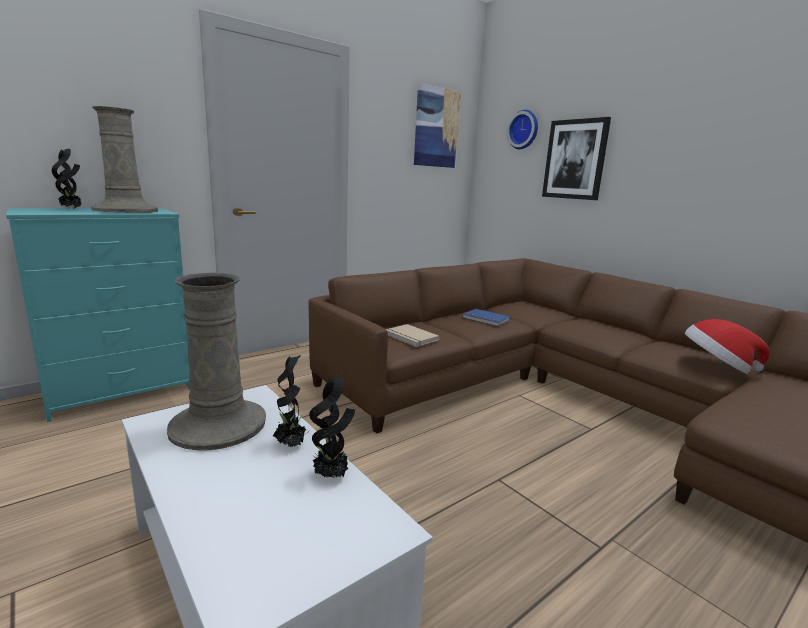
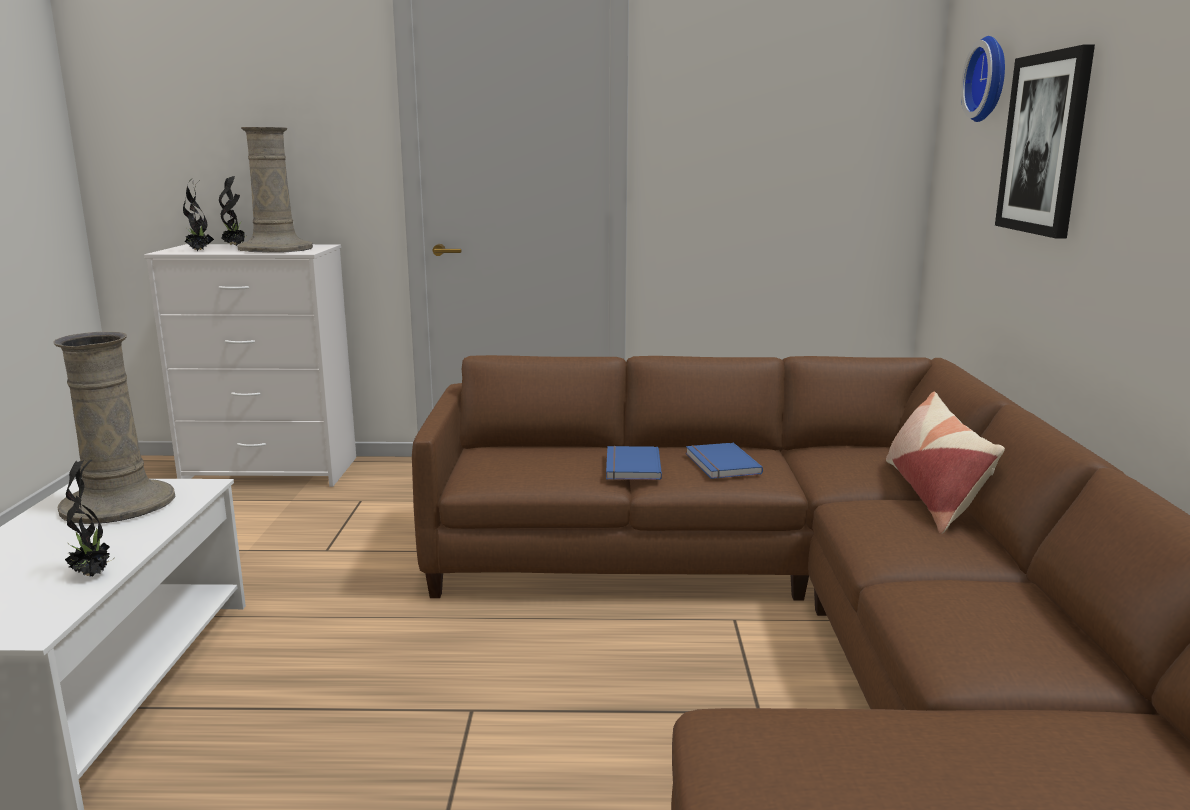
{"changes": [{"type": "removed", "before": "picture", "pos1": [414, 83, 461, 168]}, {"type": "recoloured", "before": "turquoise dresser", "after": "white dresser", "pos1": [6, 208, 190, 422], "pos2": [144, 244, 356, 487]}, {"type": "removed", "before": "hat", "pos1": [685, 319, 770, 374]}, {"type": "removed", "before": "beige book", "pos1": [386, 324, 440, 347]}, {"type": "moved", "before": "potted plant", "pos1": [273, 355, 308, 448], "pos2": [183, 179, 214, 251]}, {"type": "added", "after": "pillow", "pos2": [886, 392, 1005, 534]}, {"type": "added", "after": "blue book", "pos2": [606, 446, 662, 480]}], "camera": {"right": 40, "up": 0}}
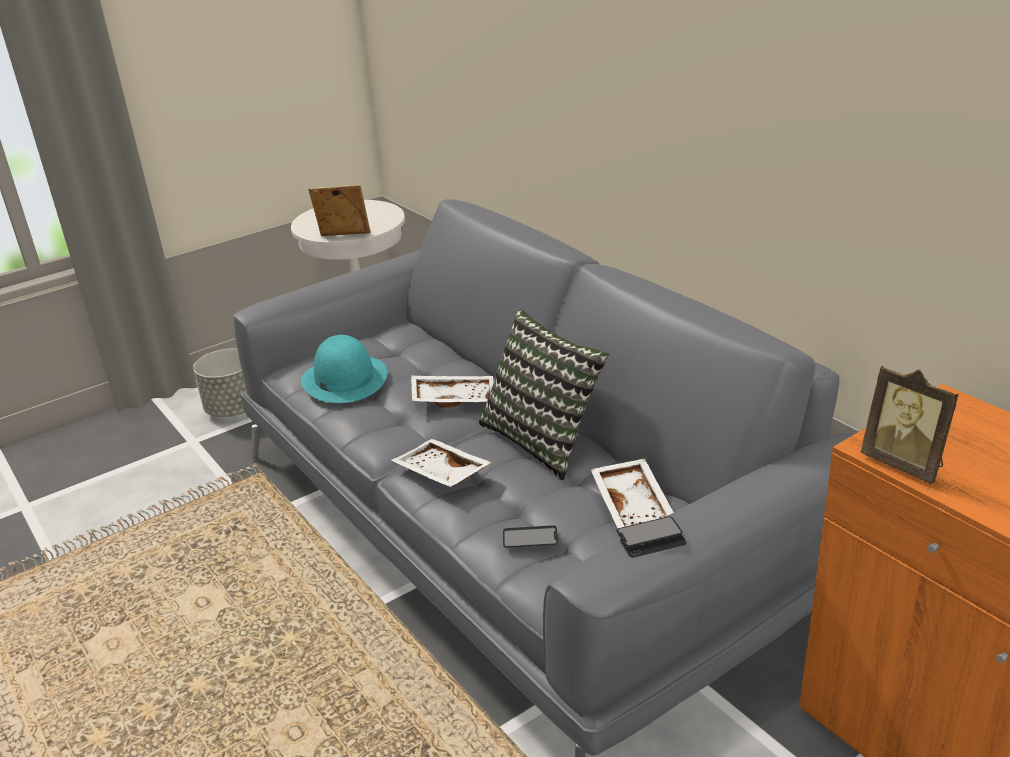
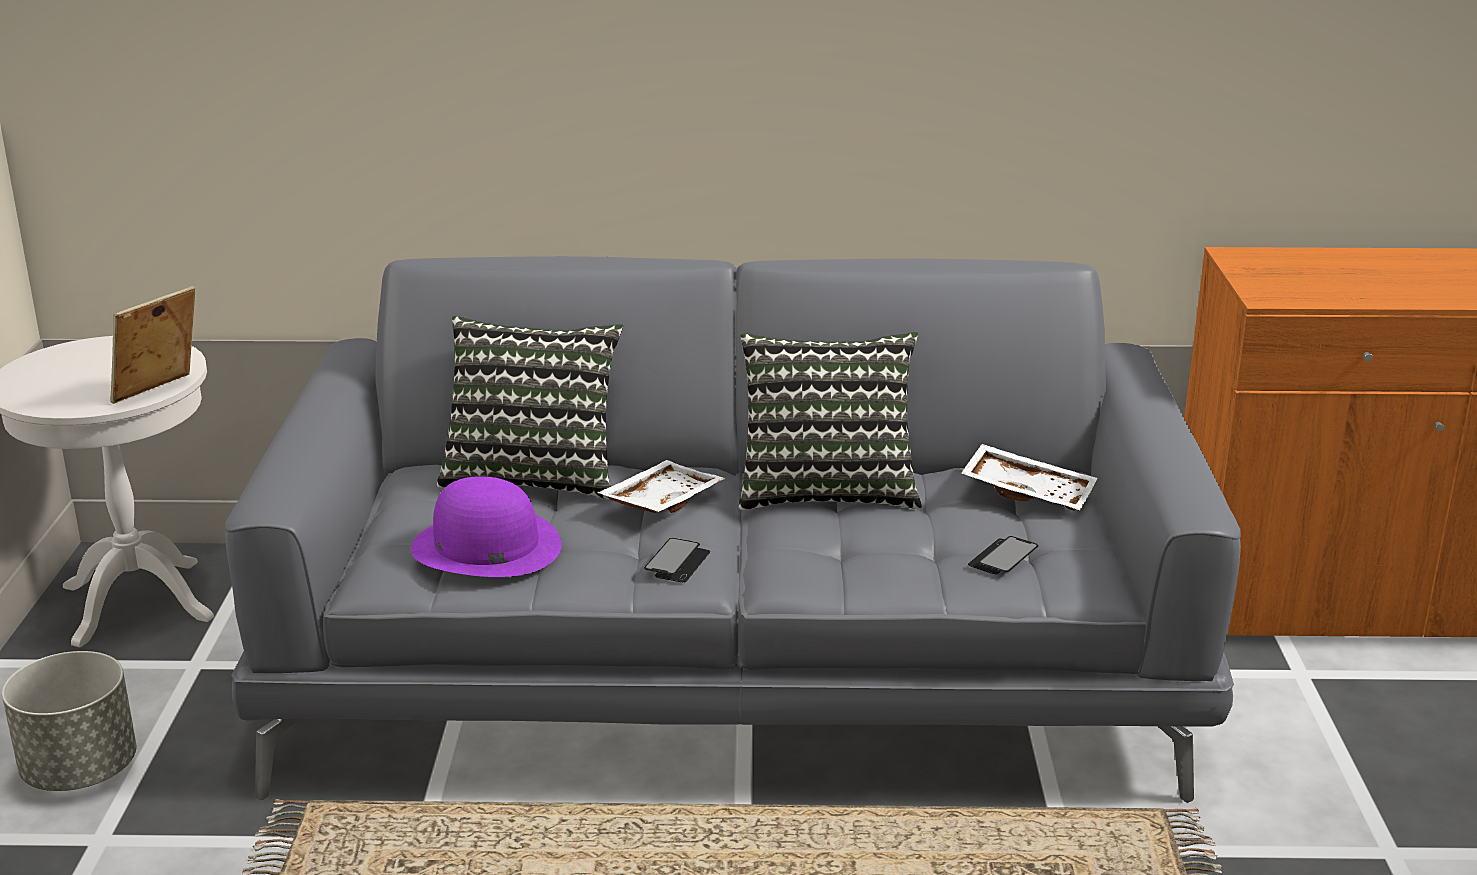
{"changes": [{"type": "recoloured", "before": "turquoise hat", "after": "purple hat", "pos1": [301, 335, 387, 403], "pos2": [411, 476, 562, 577]}, {"type": "removed", "before": "picture frame", "pos1": [860, 366, 959, 484]}, {"type": "removed", "before": "white tray", "pos1": [392, 439, 492, 487]}, {"type": "moved", "before": "phone", "pos1": [616, 516, 687, 558], "pos2": [644, 538, 710, 582]}, {"type": "added", "after": "pillow", "pos2": [437, 316, 623, 500]}], "camera": {"right": -55, "up": -5}}
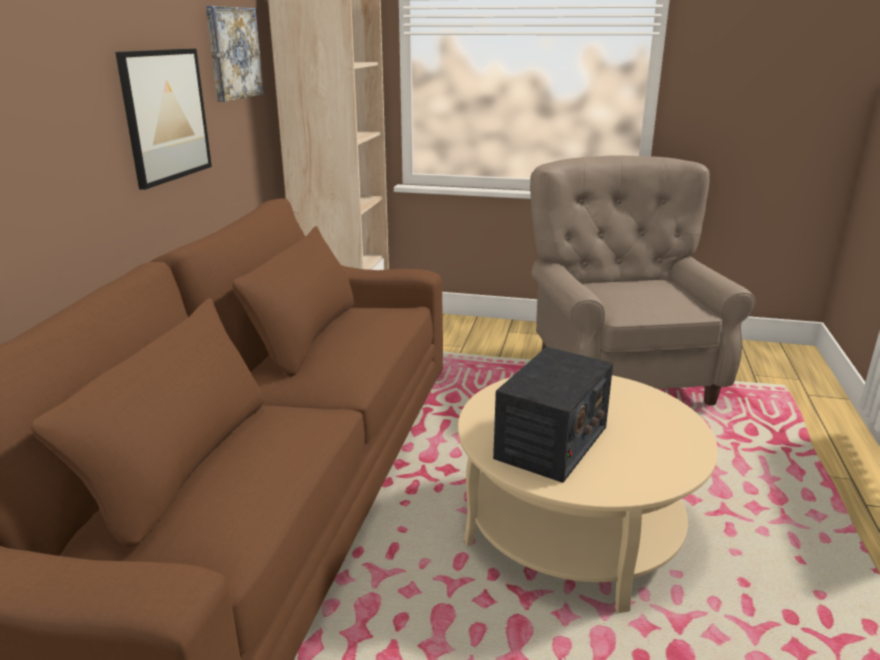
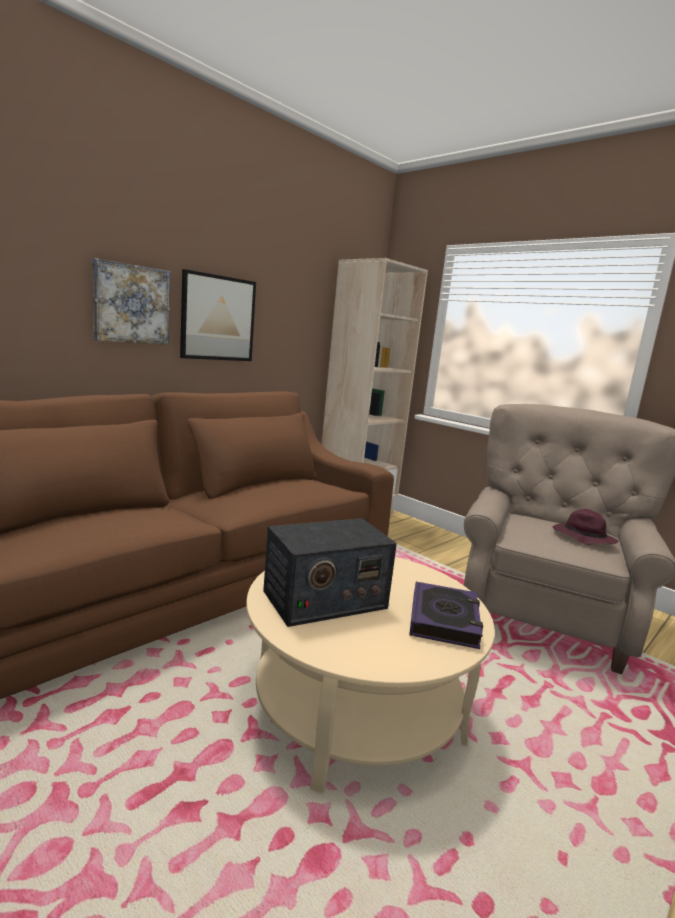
{"changes": [{"type": "moved", "before": "picture", "pos1": [206, 6, 264, 102], "pos2": [93, 258, 170, 345]}, {"type": "added", "after": "purple hat", "pos2": [553, 509, 618, 545]}, {"type": "added", "after": "book", "pos2": [409, 582, 483, 649]}], "camera": {"right": 30, "up": -10}}
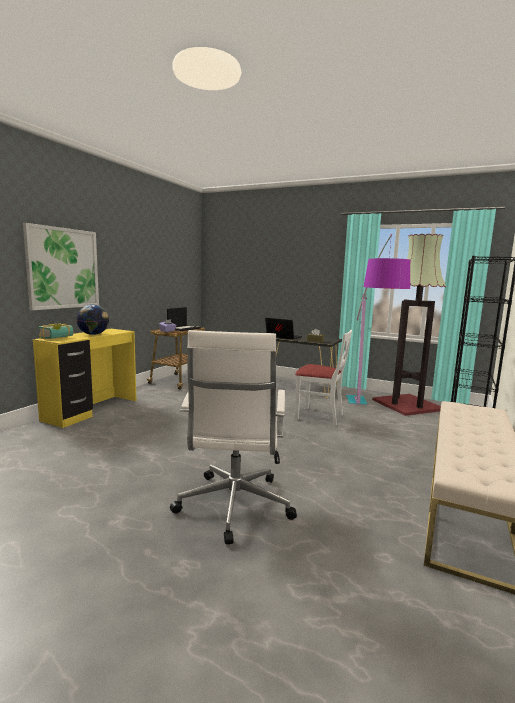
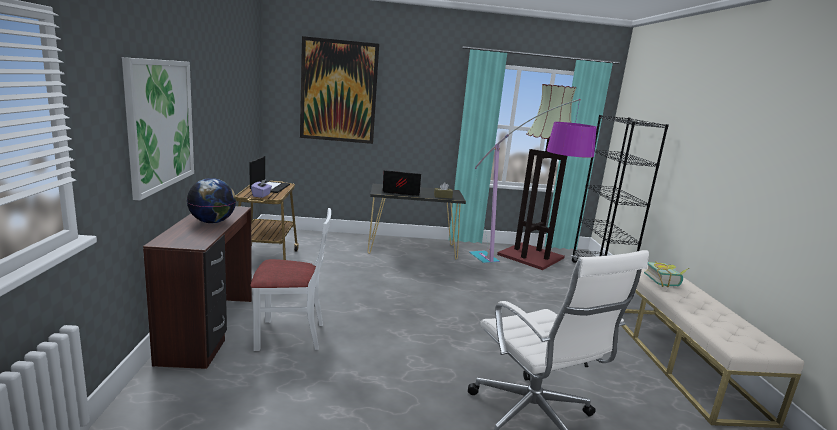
{"changes": [{"type": "moved", "before": "book", "pos1": [38, 324, 73, 339], "pos2": [644, 261, 689, 287]}, {"type": "recoloured", "before": "yellow desk", "after": "brown desk", "pos1": [33, 329, 136, 428], "pos2": [143, 206, 252, 369]}, {"type": "moved", "before": "white chair", "pos1": [294, 330, 352, 426], "pos2": [250, 208, 331, 351]}, {"type": "added", "after": "picture", "pos2": [300, 36, 379, 144]}], "camera": {"right": -30, "up": 5}}
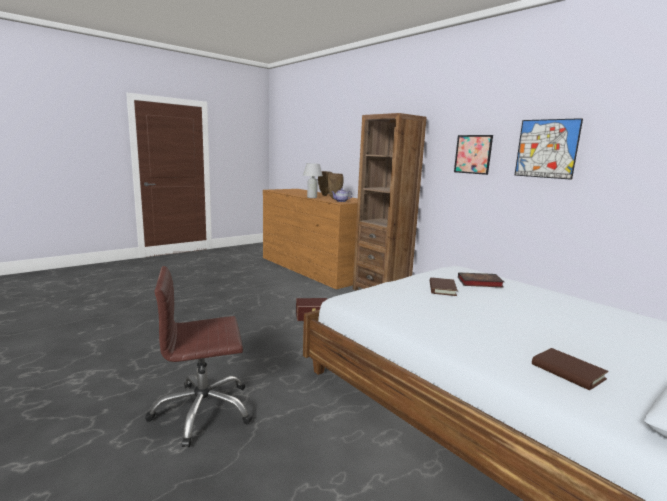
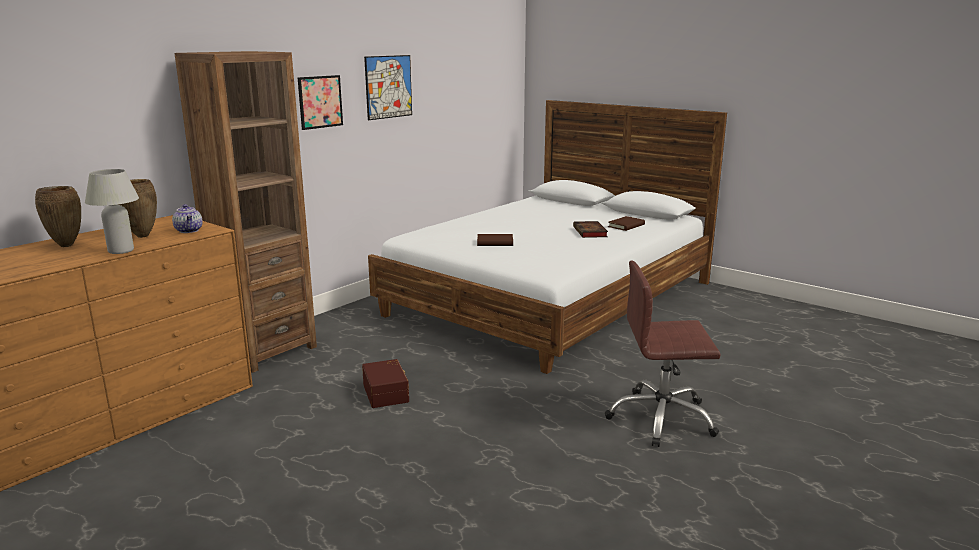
{"changes": [{"type": "turned", "before": "brown office chair", "pos1": [145, 266, 252, 447], "pos2": [605, 261, 721, 447], "turn": 120}, {"type": "moved", "before": "book", "pos1": [458, 272, 504, 288], "pos2": [573, 221, 608, 238]}], "camera": {"right": -100, "up": 5}}
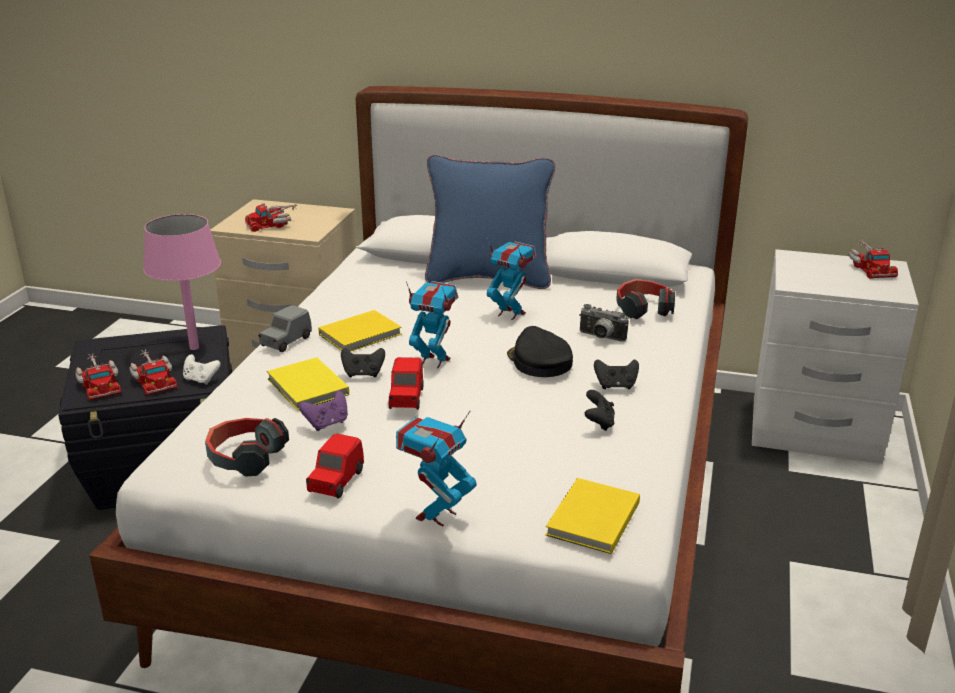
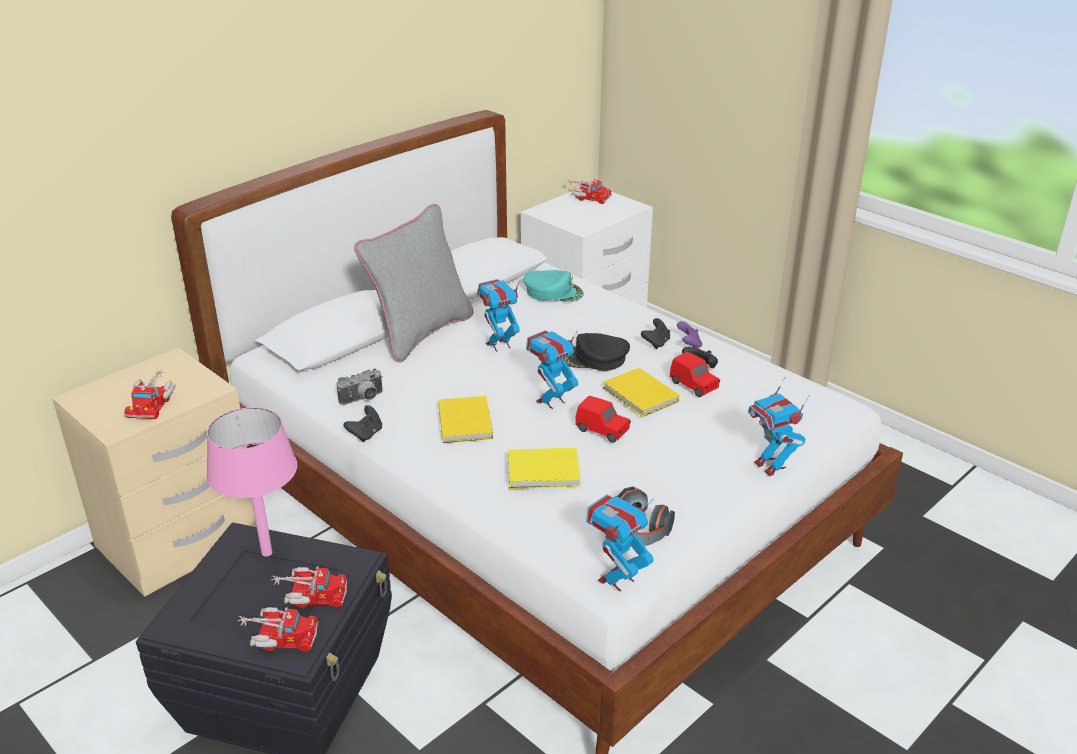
{"changes": [{"type": "recoloured", "before": "blue pillow", "after": "grey pillow", "pos1": [425, 154, 555, 289], "pos2": [354, 204, 473, 362]}, {"type": "replaced", "before": "headphones", "after": "turquoise cap", "pos1": [616, 279, 675, 319], "pos2": [523, 270, 584, 302]}, {"type": "moved", "before": "photo camera", "pos1": [579, 304, 629, 341], "pos2": [336, 368, 383, 405]}, {"type": "removed", "before": "grey toy car", "pos1": [258, 305, 312, 352]}, {"type": "moved", "before": "black game controller", "pos1": [341, 348, 385, 377], "pos2": [344, 405, 382, 442]}, {"type": "removed", "before": "white game controller", "pos1": [183, 354, 221, 385]}, {"type": "moved", "before": "purple game controller", "pos1": [299, 391, 348, 431], "pos2": [677, 321, 702, 348]}, {"type": "moved", "before": "red toy car", "pos1": [306, 433, 364, 499], "pos2": [670, 352, 720, 397]}, {"type": "moved", "before": "yellow book", "pos1": [545, 478, 640, 554], "pos2": [603, 368, 679, 417]}, {"type": "added", "after": "toy robot", "pos2": [586, 494, 654, 592]}], "camera": {"right": -60, "up": 5}}
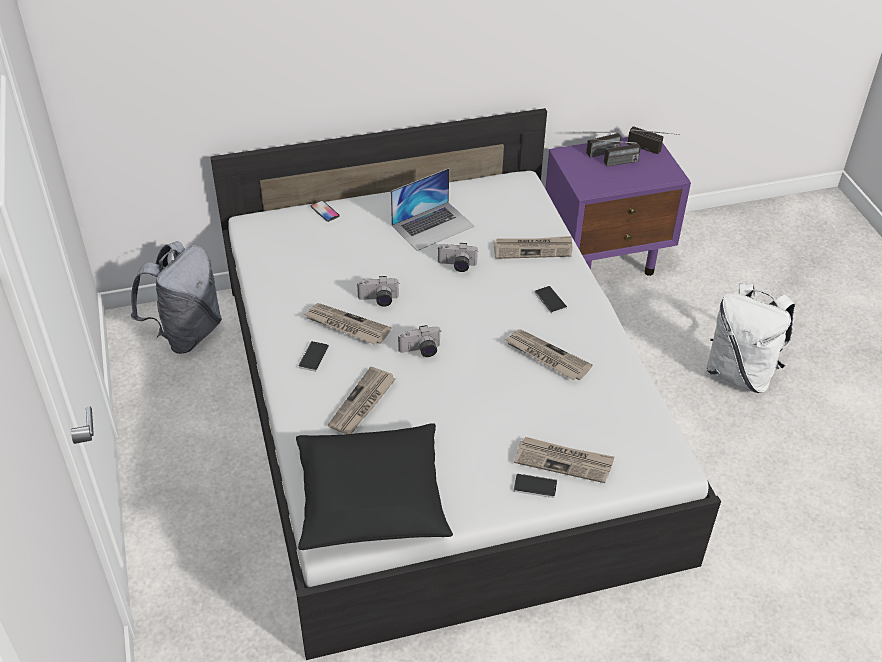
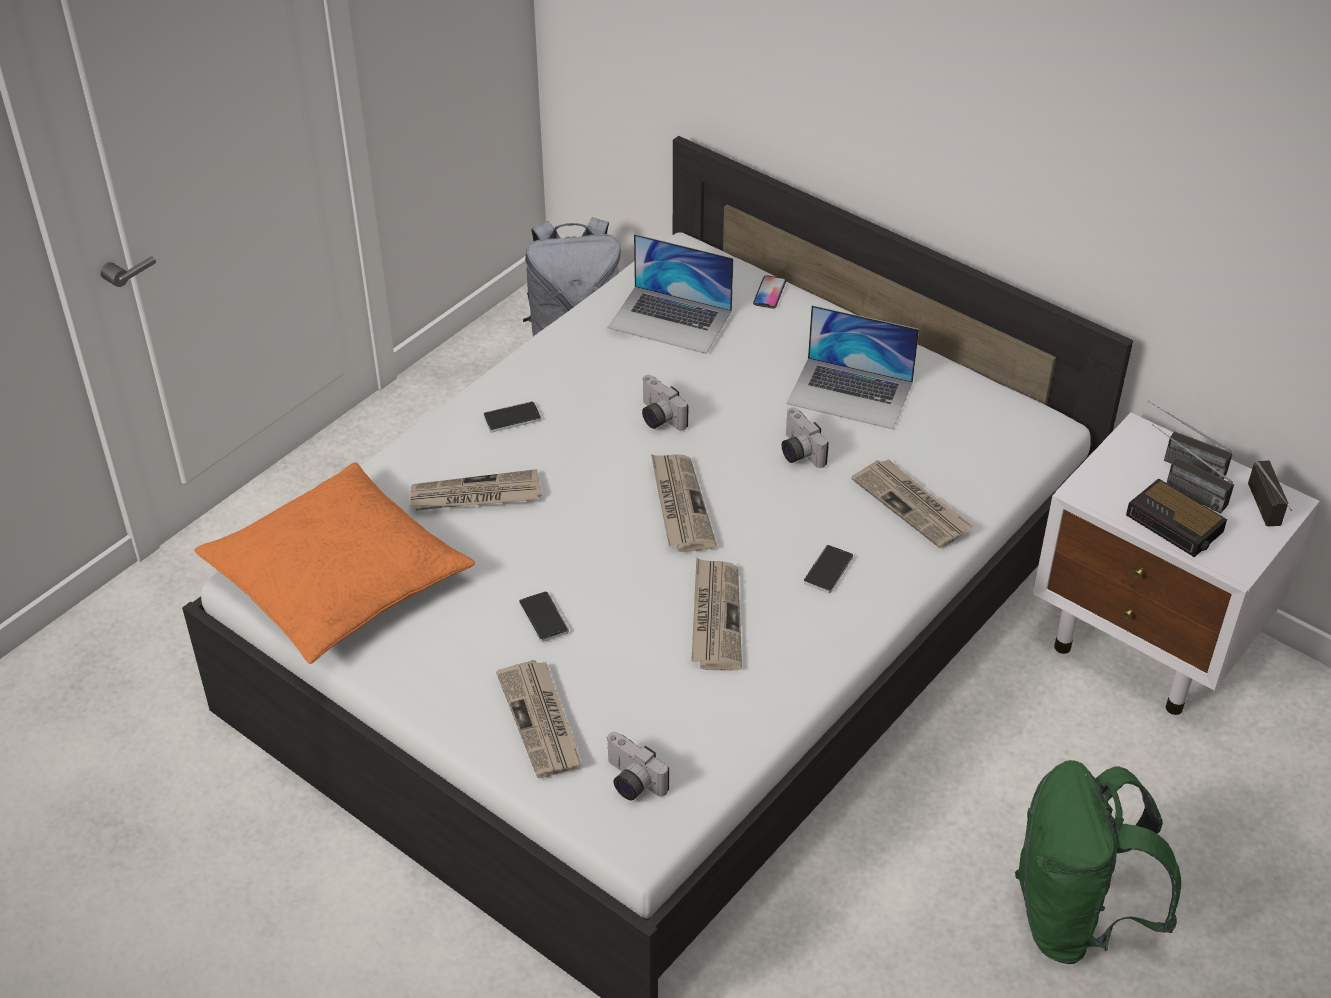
{"changes": [{"type": "recoloured", "before": "purple nightstand", "after": "white nightstand", "pos1": [545, 133, 691, 276], "pos2": [1033, 412, 1320, 715]}, {"type": "recoloured", "before": "white backpack", "after": "green backpack", "pos1": [707, 283, 796, 393], "pos2": [1015, 760, 1181, 964]}, {"type": "moved", "before": "newspaper", "pos1": [304, 303, 391, 345], "pos2": [651, 454, 717, 552]}, {"type": "moved", "before": "photo camera", "pos1": [398, 325, 441, 357], "pos2": [607, 732, 669, 801]}, {"type": "recoloured", "before": "black pillow", "after": "orange pillow", "pos1": [296, 423, 453, 550], "pos2": [194, 463, 475, 664]}, {"type": "moved", "before": "phone", "pos1": [514, 474, 557, 498], "pos2": [519, 591, 569, 642]}, {"type": "added", "after": "laptop", "pos2": [607, 234, 733, 354]}, {"type": "added", "after": "alarm clock", "pos2": [1126, 478, 1227, 557]}], "camera": {"right": 55, "up": 0}}
